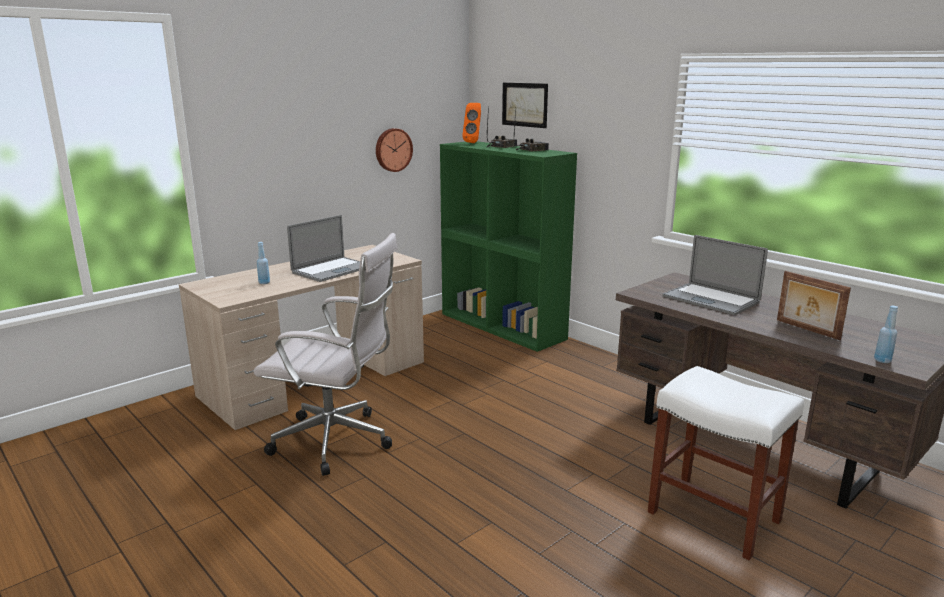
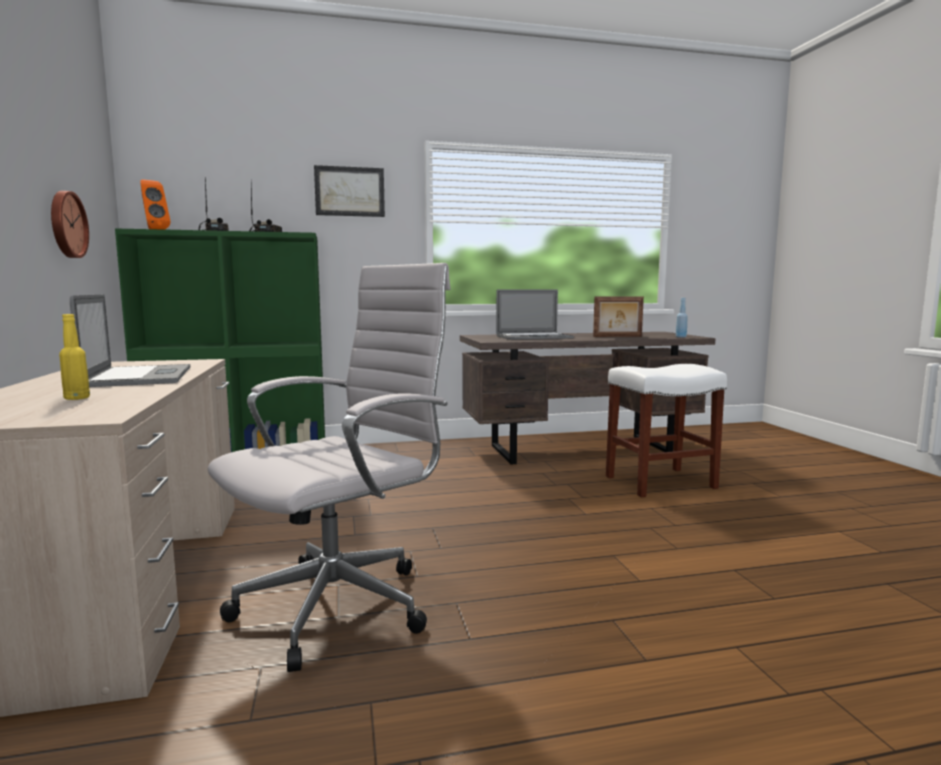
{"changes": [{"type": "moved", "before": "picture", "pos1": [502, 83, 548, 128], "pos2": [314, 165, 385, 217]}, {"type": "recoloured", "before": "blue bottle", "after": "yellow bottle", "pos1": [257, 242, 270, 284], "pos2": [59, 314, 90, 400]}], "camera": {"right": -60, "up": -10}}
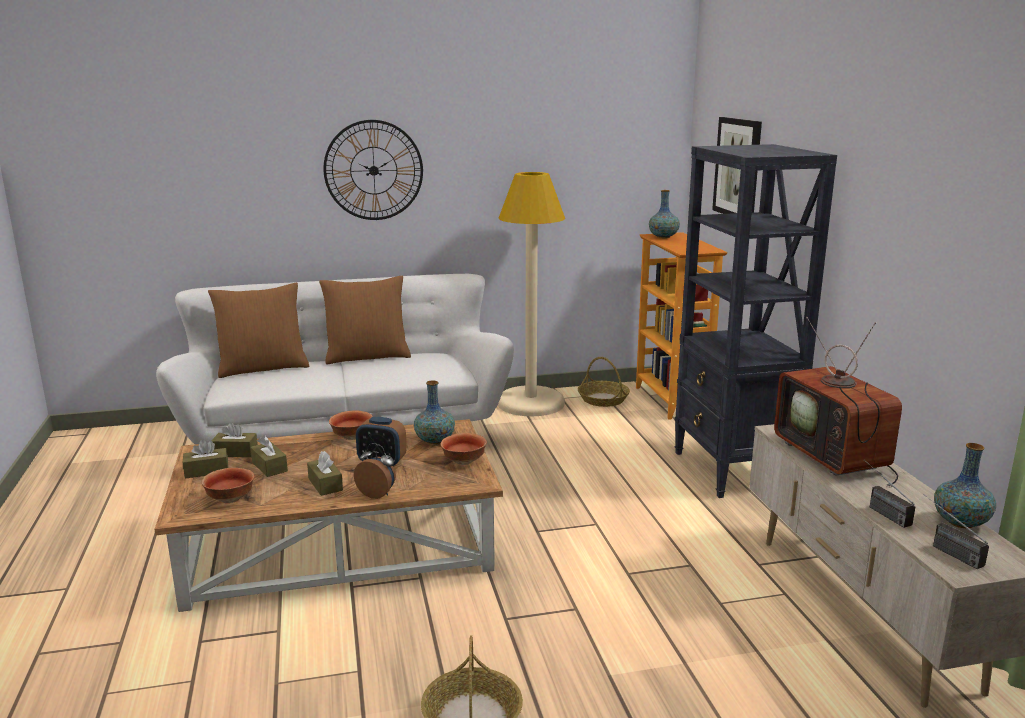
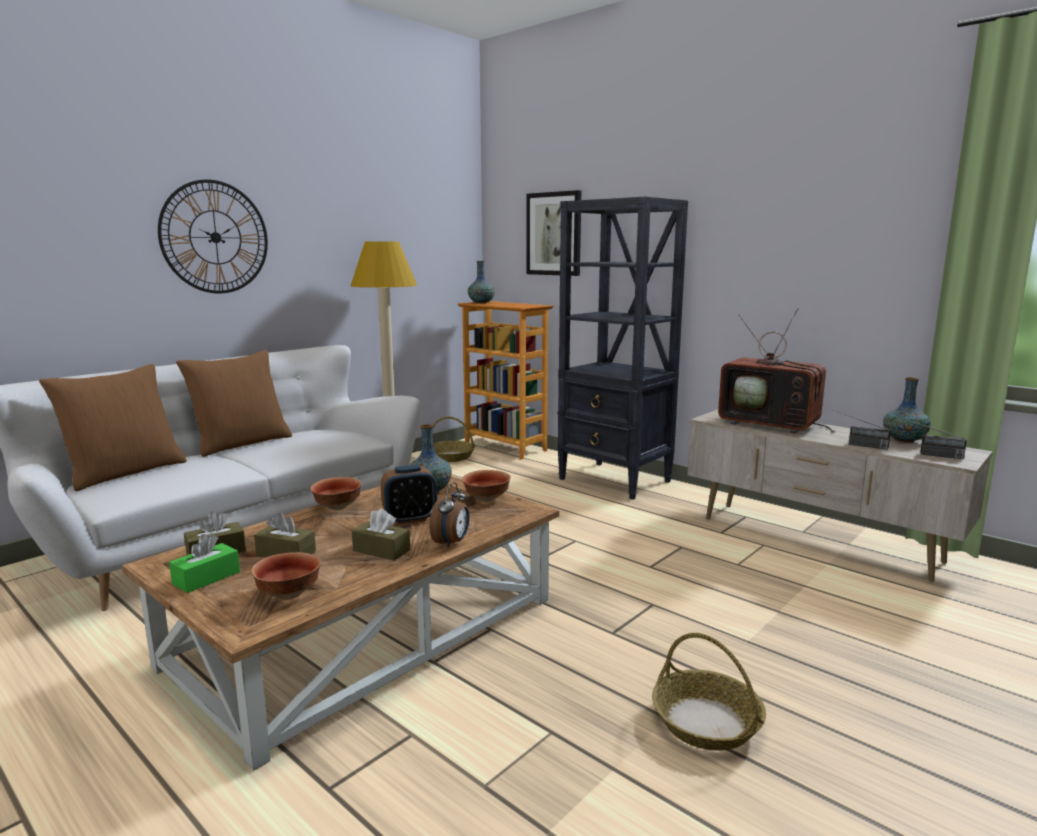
{"changes": [{"type": "recoloured", "before": "brown tissue box", "after": "green tissue box", "pos1": [183, 439, 228, 479], "pos2": [169, 534, 240, 593]}, {"type": "turned", "before": "alarm clock", "pos1": [354, 443, 396, 499], "pos2": [430, 482, 469, 548], "turn": 120}], "camera": {"right": -35, "up": -5}}
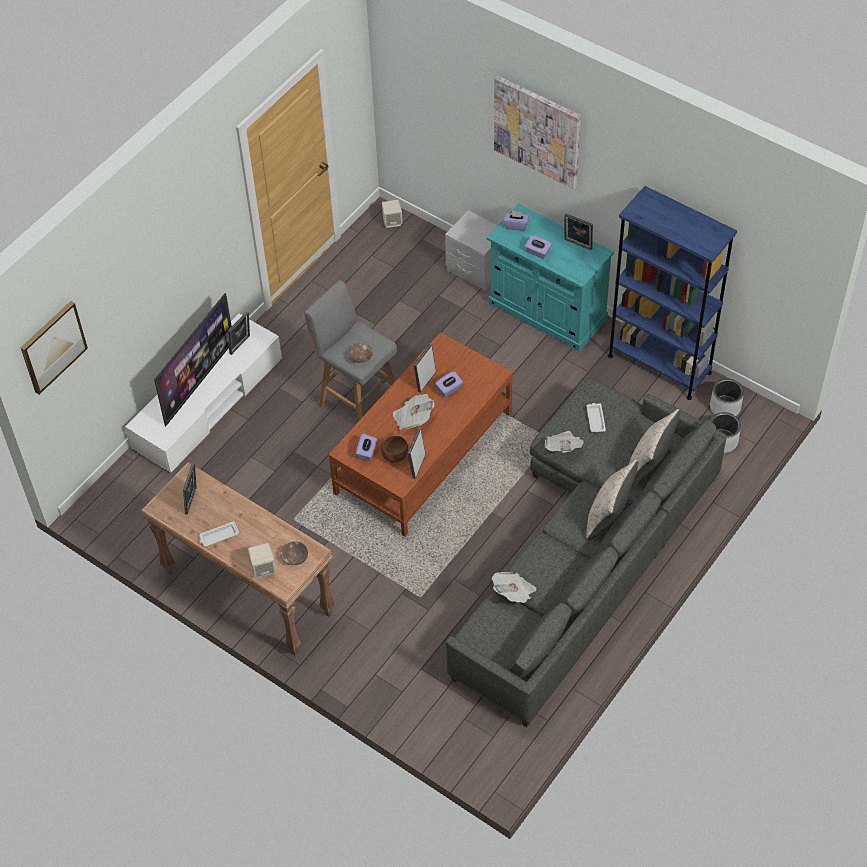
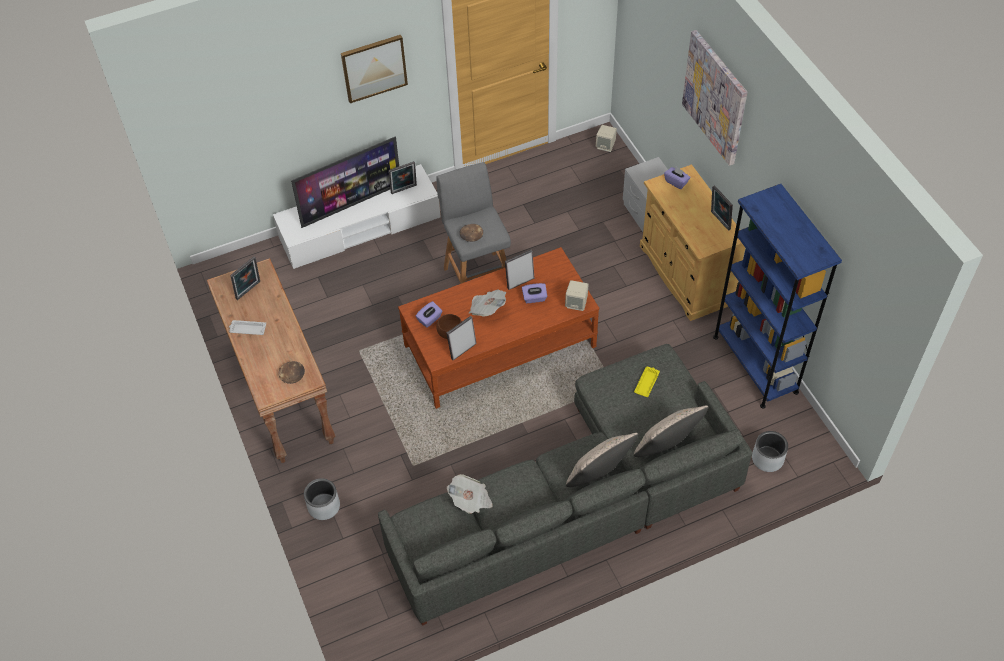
{"changes": [{"type": "recoloured", "before": "turquoise cabinet", "after": "beige cabinet", "pos1": [487, 204, 614, 352], "pos2": [640, 164, 745, 321]}, {"type": "removed", "before": "purple tissue box", "pos1": [525, 235, 552, 259]}, {"type": "moved", "before": "picture", "pos1": [20, 301, 88, 395], "pos2": [341, 35, 408, 103]}, {"type": "moved", "before": "grey planter", "pos1": [710, 379, 744, 416], "pos2": [304, 478, 340, 520]}, {"type": "recoloured", "before": "white tray", "after": "yellow tray", "pos1": [586, 403, 606, 432], "pos2": [634, 366, 660, 397]}, {"type": "removed", "before": "newspaper", "pos1": [545, 431, 584, 453]}, {"type": "moved", "before": "beige speaker", "pos1": [248, 543, 276, 578], "pos2": [565, 280, 589, 311]}], "camera": {"right": 30, "up": 0}}
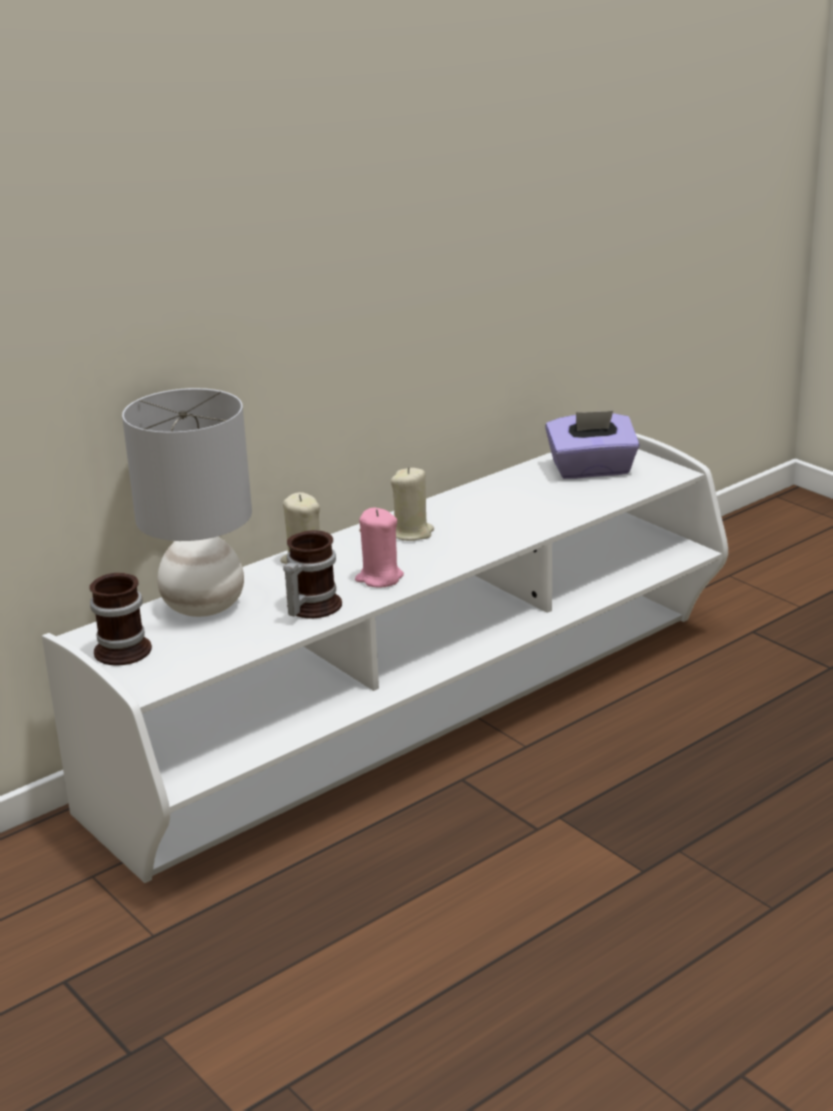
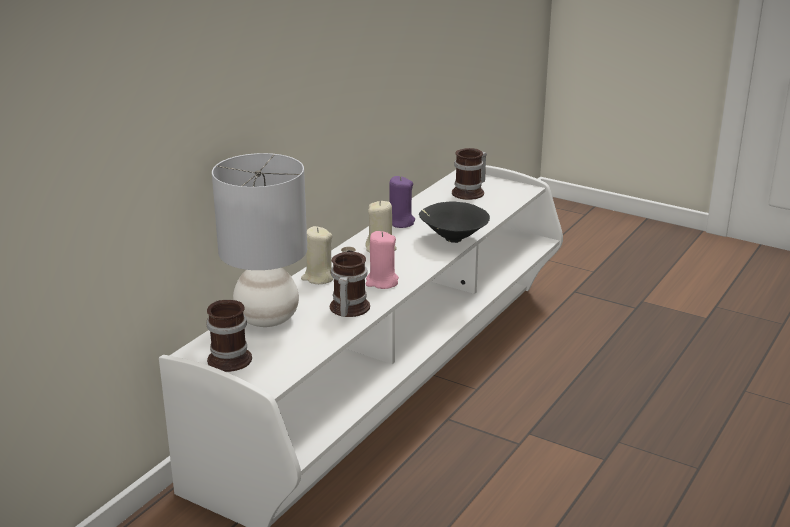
{"changes": [{"type": "replaced", "before": "purple tissue box", "after": "mug", "pos1": [545, 411, 640, 479], "pos2": [452, 148, 487, 200]}, {"type": "added", "after": "purple candle", "pos2": [389, 176, 415, 228]}, {"type": "added", "after": "black bowl", "pos2": [419, 201, 490, 243]}], "camera": {"right": -20, "up": 0}}
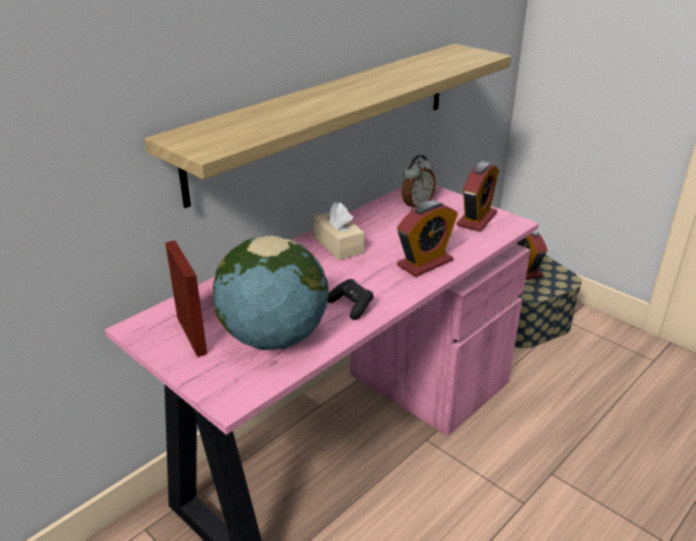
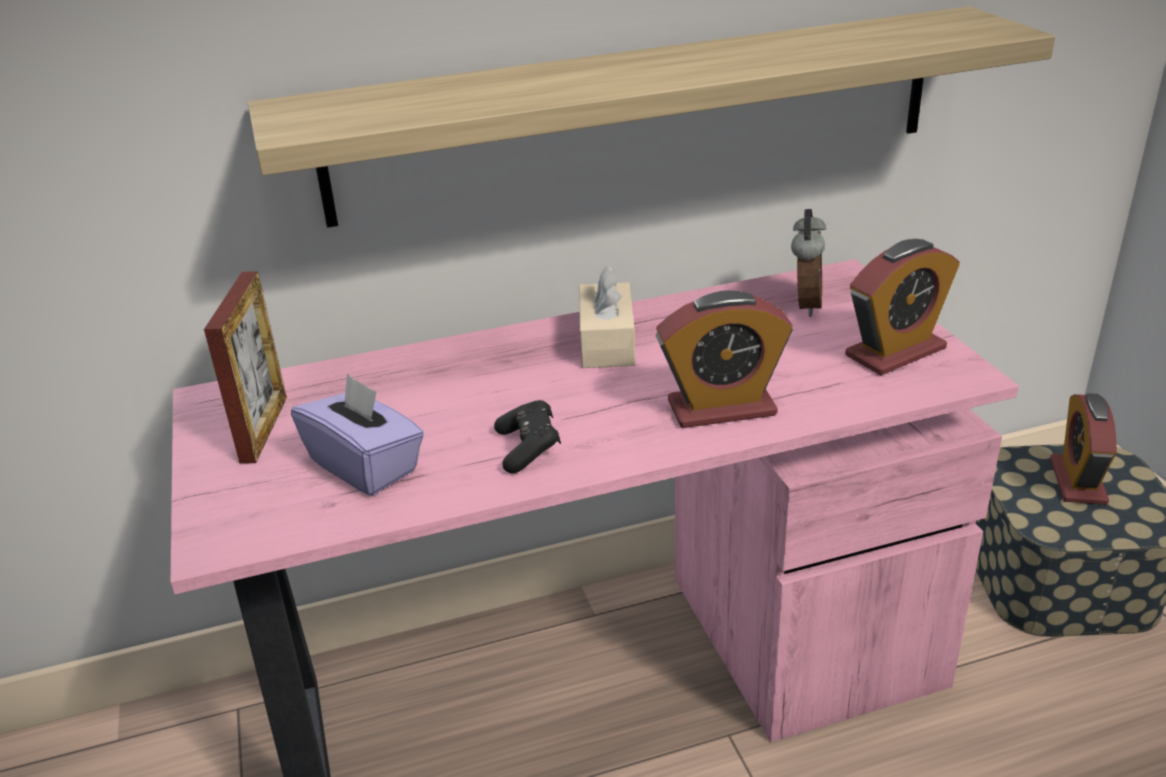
{"changes": [{"type": "turned", "before": "alarm clock", "pos1": [402, 155, 436, 211], "pos2": [791, 209, 826, 317], "turn": -60}, {"type": "replaced", "before": "globe", "after": "purple tissue box", "pos1": [213, 236, 329, 350], "pos2": [291, 373, 424, 496]}], "camera": {"right": 30, "up": 0}}
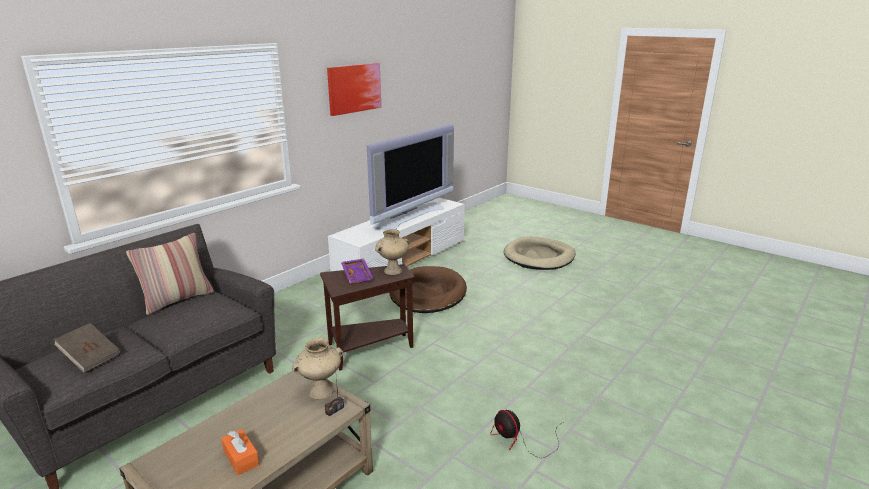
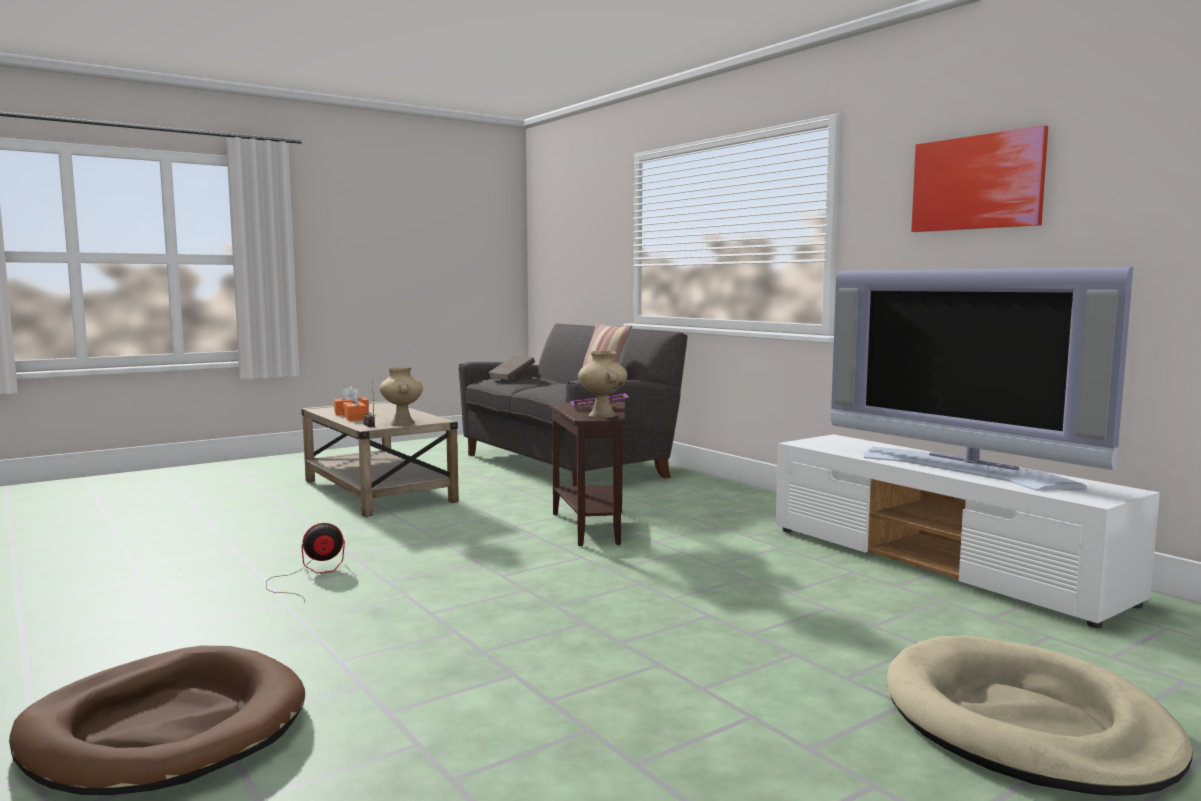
{"changes": [{"type": "moved", "before": "brown dog bed", "pos1": [389, 266, 467, 313], "pos2": [9, 646, 305, 795]}, {"type": "added", "after": "orange tissue box", "pos2": [343, 390, 367, 421]}], "camera": {"right": 105, "up": -15}}
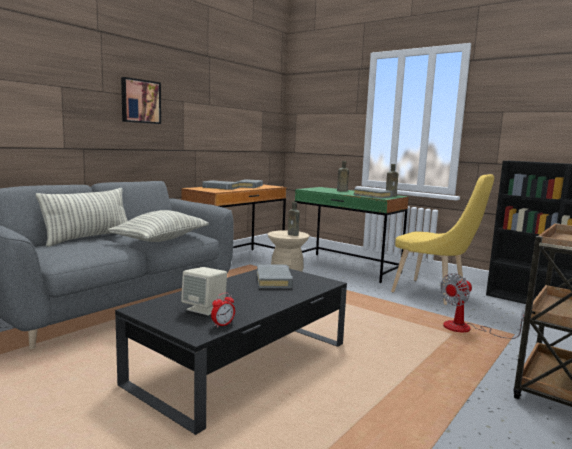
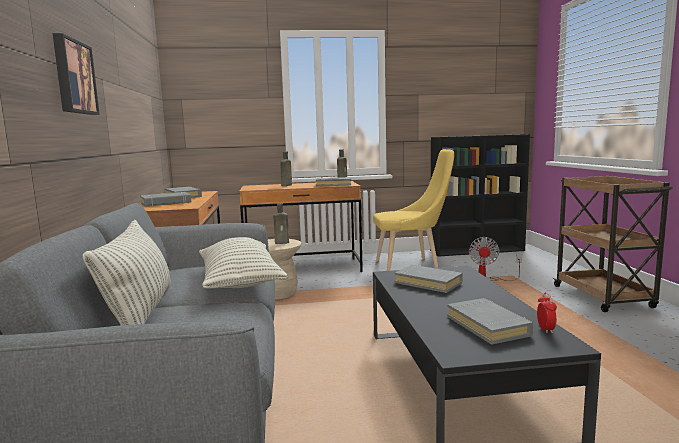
{"changes": [{"type": "recoloured", "before": "green desk", "after": "brown desk", "pos1": [295, 187, 409, 283], "pos2": [239, 181, 363, 272]}, {"type": "replaced", "before": "beige speaker", "after": "grey book", "pos1": [181, 267, 227, 315], "pos2": [447, 298, 533, 345]}], "camera": {"right": -45, "up": 0}}
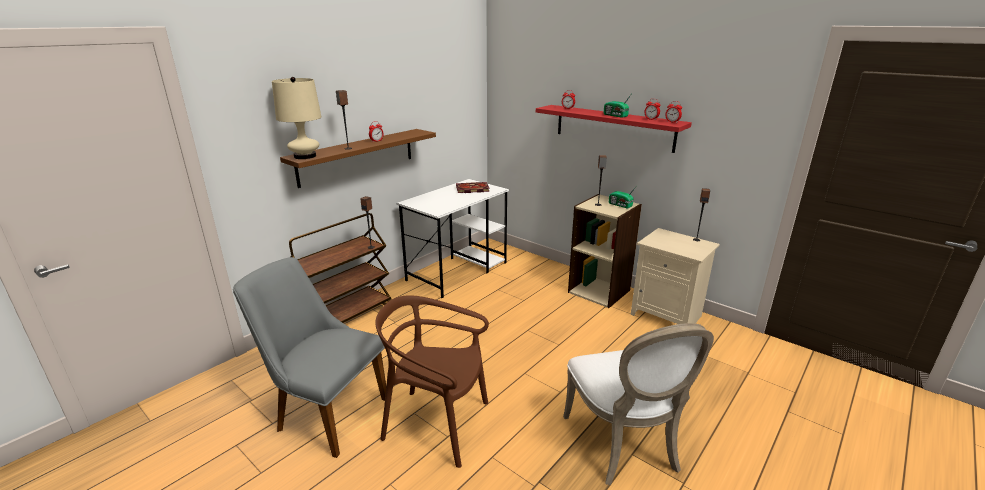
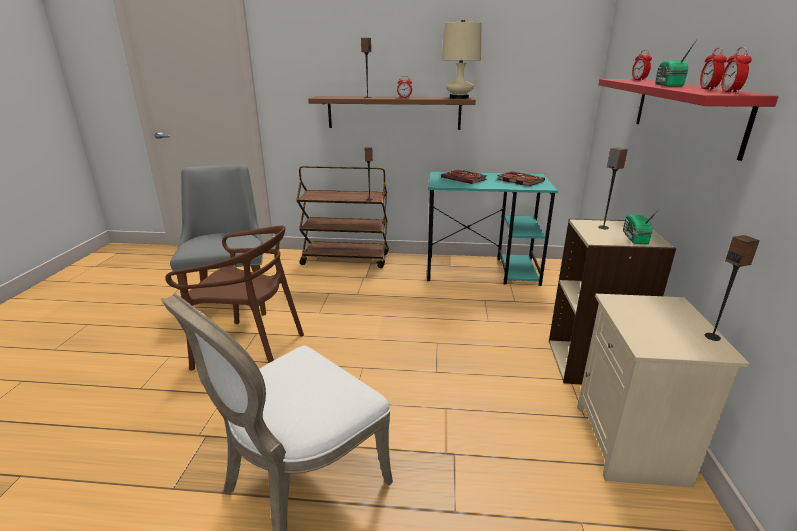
{"changes": [{"type": "moved", "before": "beige table lamp", "pos1": [272, 77, 322, 159], "pos2": [442, 19, 481, 99]}, {"type": "recoloured", "before": "white desk", "after": "turquoise desk", "pos1": [397, 179, 509, 298], "pos2": [427, 172, 558, 286]}, {"type": "turned", "before": "brown chair", "pos1": [375, 296, 489, 468], "pos2": [165, 226, 304, 370], "turn": 120}, {"type": "added", "after": "book", "pos2": [441, 170, 487, 184]}], "camera": {"right": 55, "up": 0}}
